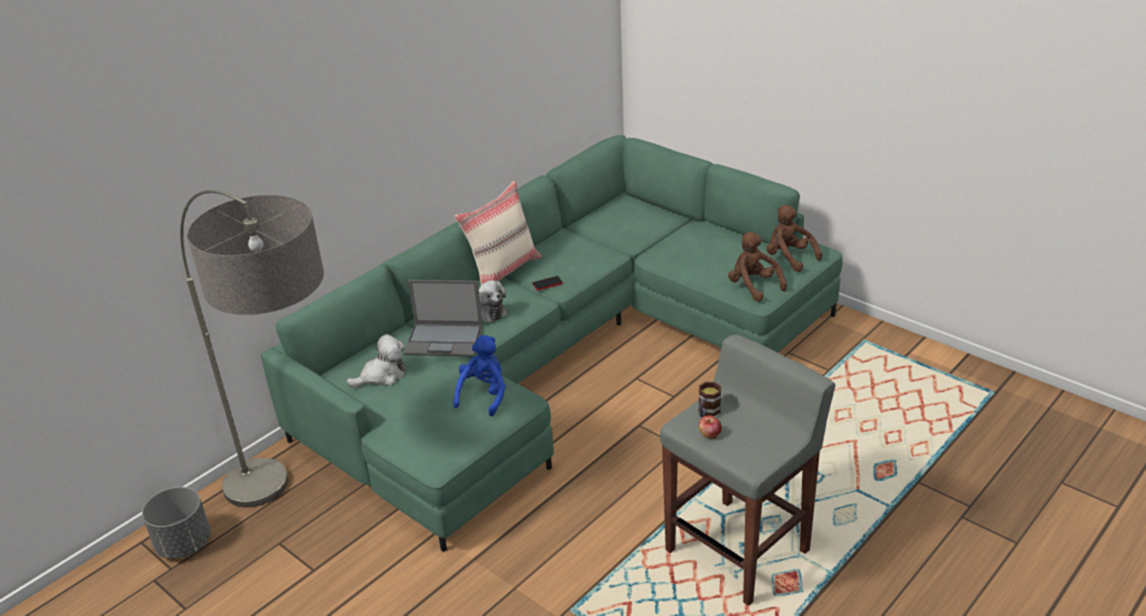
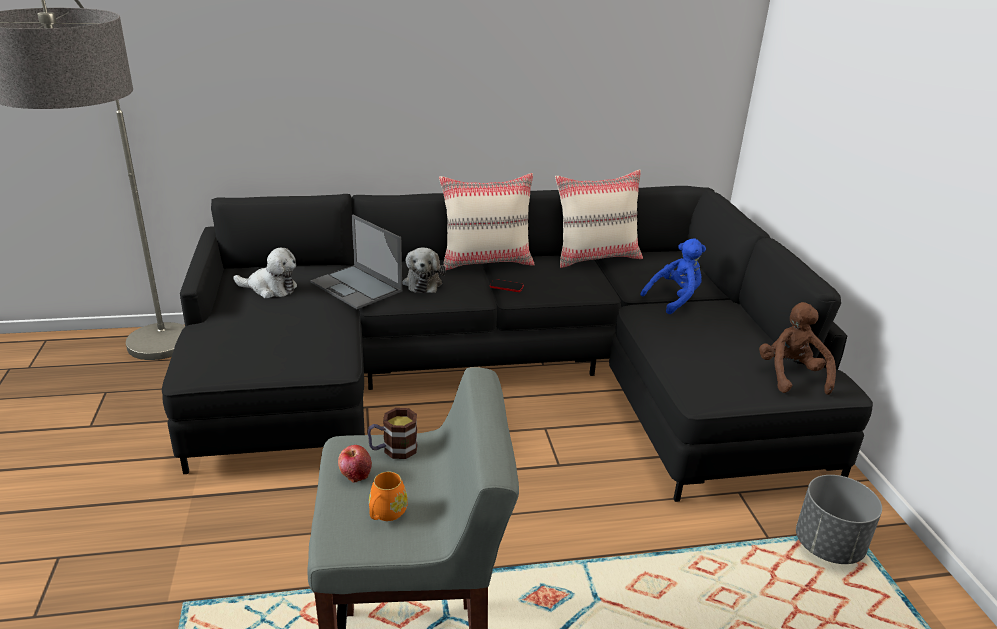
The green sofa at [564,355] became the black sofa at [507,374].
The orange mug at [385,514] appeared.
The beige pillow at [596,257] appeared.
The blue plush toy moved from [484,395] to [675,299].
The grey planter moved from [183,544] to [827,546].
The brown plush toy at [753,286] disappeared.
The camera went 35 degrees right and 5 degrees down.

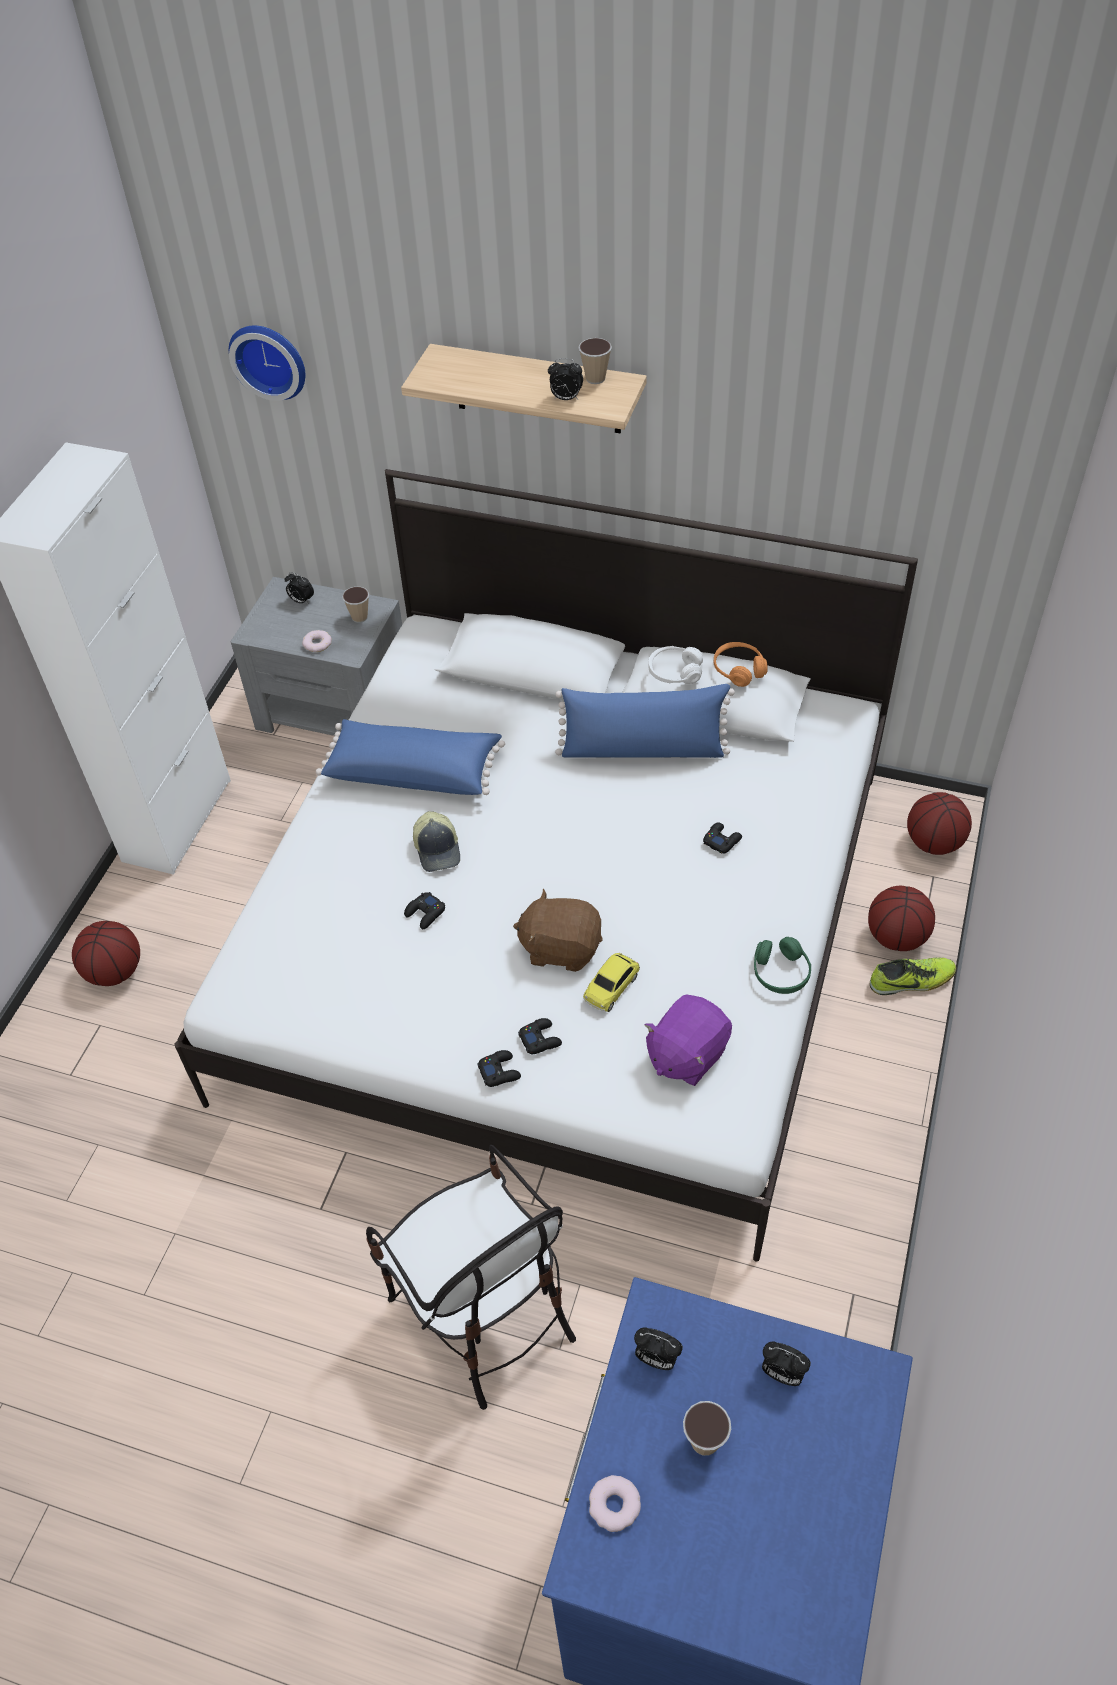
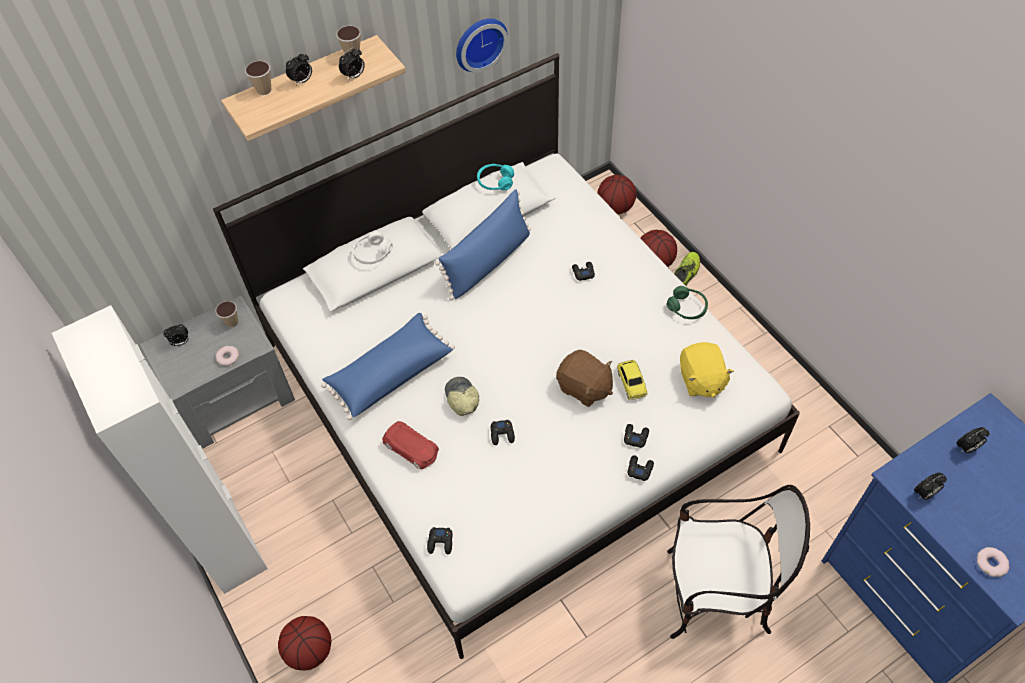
The cup moved from [704,1441] to [264,90].
The alarm clock at [302,81] appeared.
The white headphones moved from [675,672] to [372,253].
The red toy car at [412,448] appeared.
The black game controller at [440,542] appeared.
The cap at [438,849] turned 135 degrees counterclockwise.
The wall clock moved from [270,359] to [479,42].
The orange headphones at [739,670] became the turquoise headphones at [495,182].
The brown plush toy at [561,947] turned 105 degrees counterclockwise.
The purple plush toy at [686,1054] became the yellow plush toy at [701,380].
The camera went 50 degrees left and 5 degrees up.

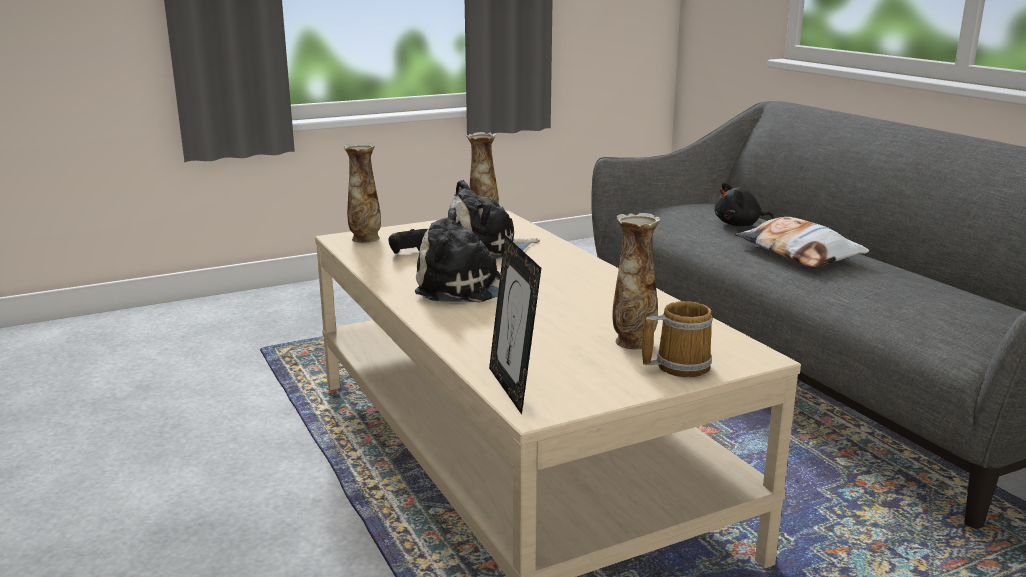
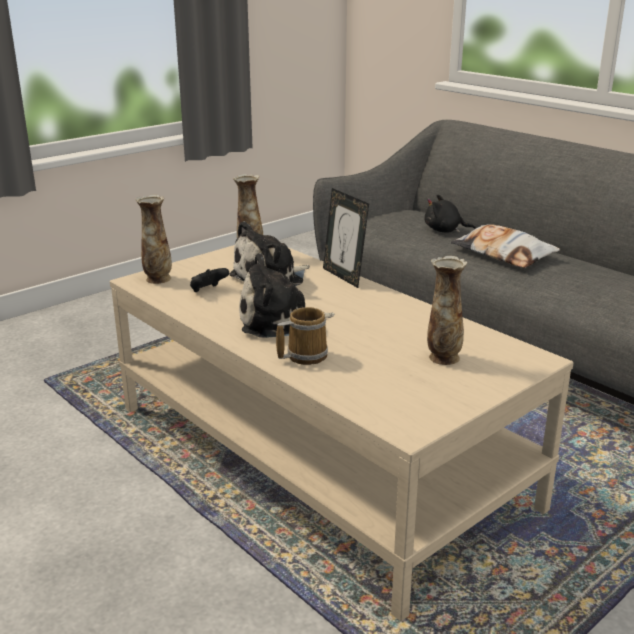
The mug moved from [678,365] to [304,355].
The picture frame moved from [513,389] to [344,276].
The black plush toy at [739,225] turned 45 degrees clockwise.
The camera went 15 degrees left and 5 degrees up.

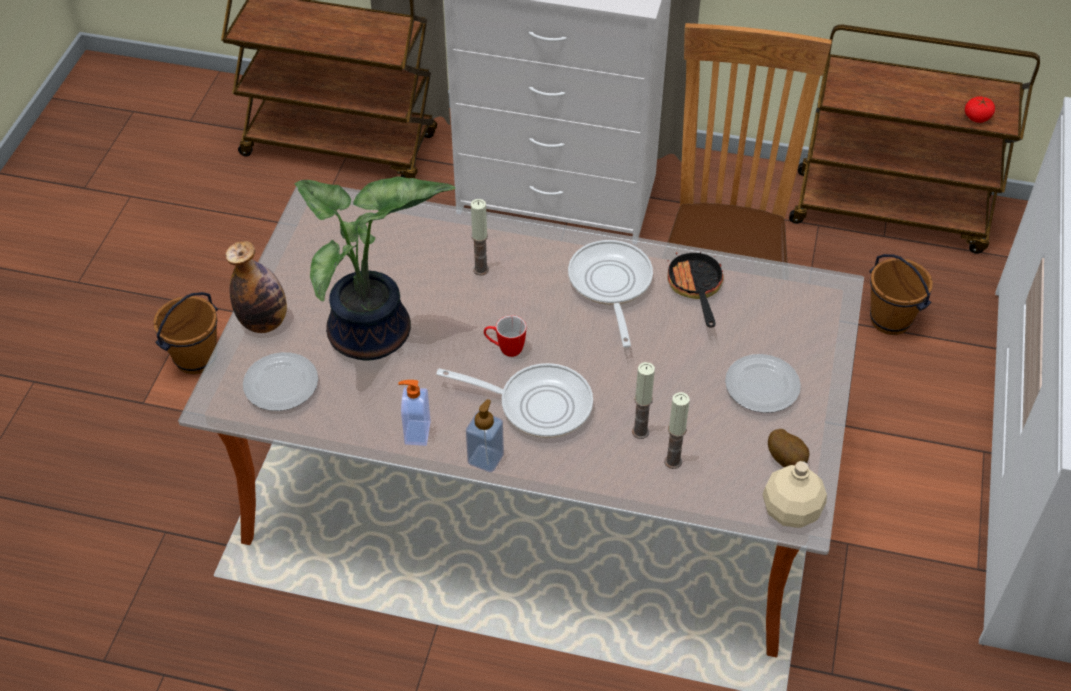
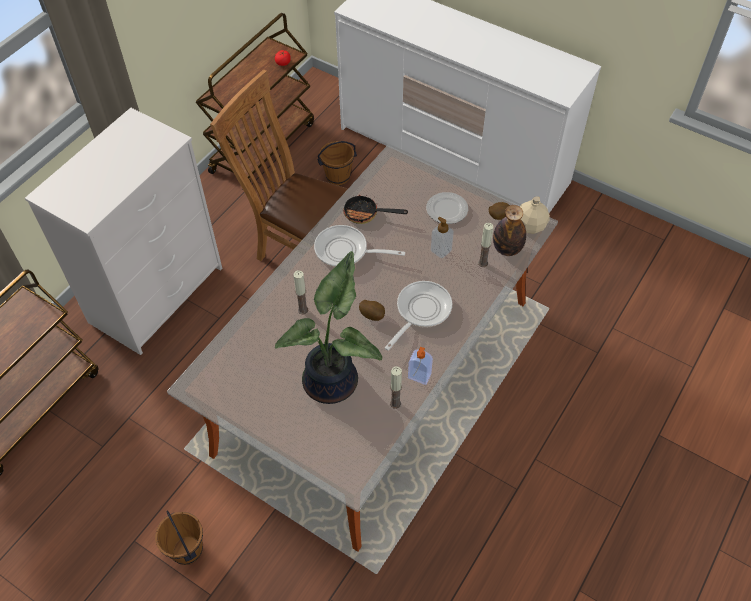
The mug at [505,349] was replaced by the potato at [372,315].
The candle moved from [640,432] to [395,403].
The soap dispenser moved from [485,458] to [441,250].
The bottle moved from [264,322] to [507,249].
The plate at [281,384] disappeared.
The camera went 70 degrees left and 5 degrees up.

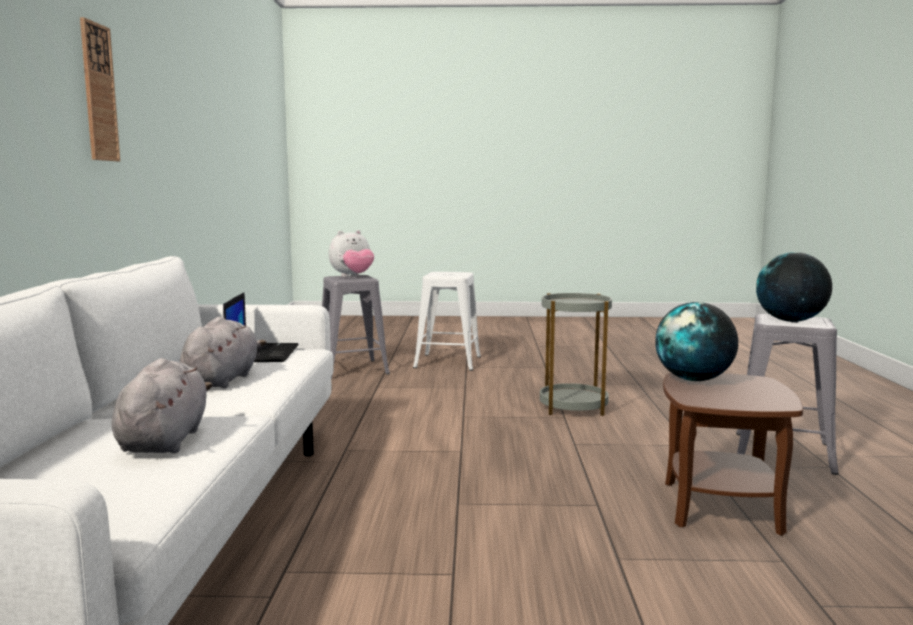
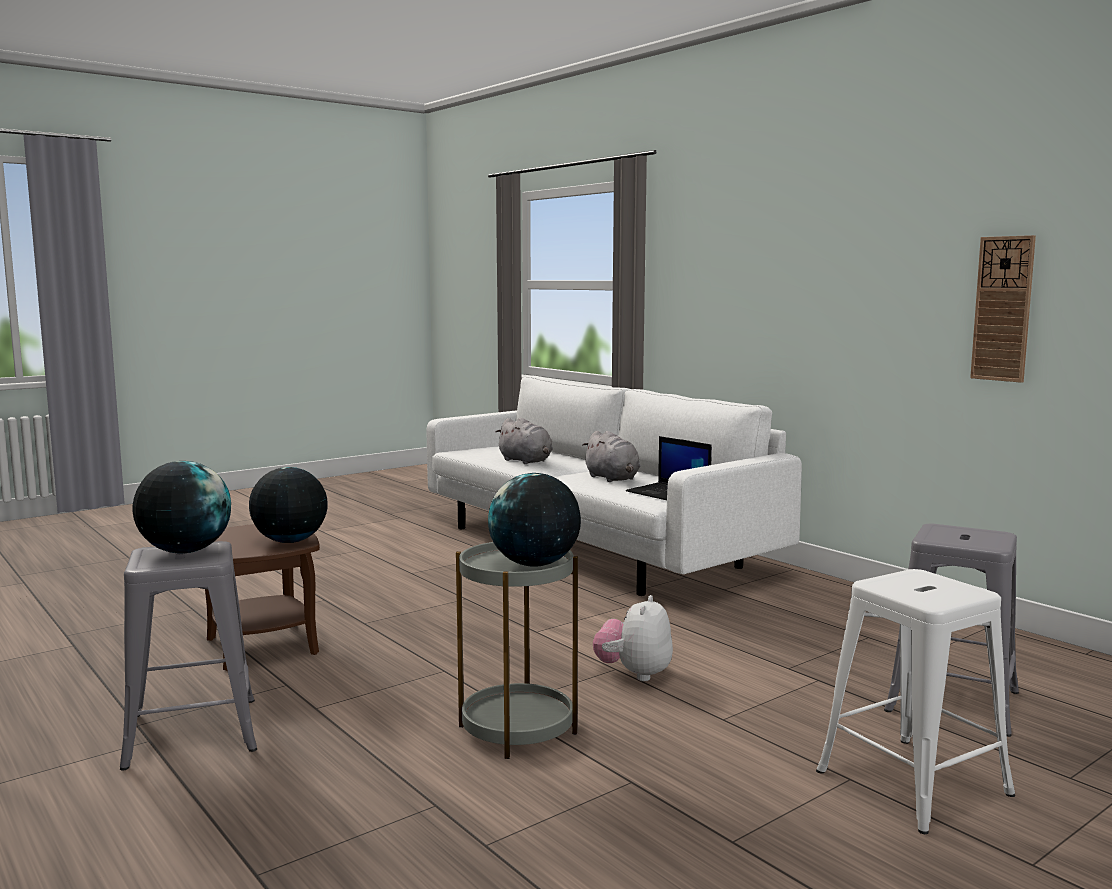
The globe at [535,564] appeared.
The plush toy moved from [352,277] to [634,674].
The wall clock moved from [99,92] to [1003,309].
The camera went 140 degrees right and 0 degrees up.

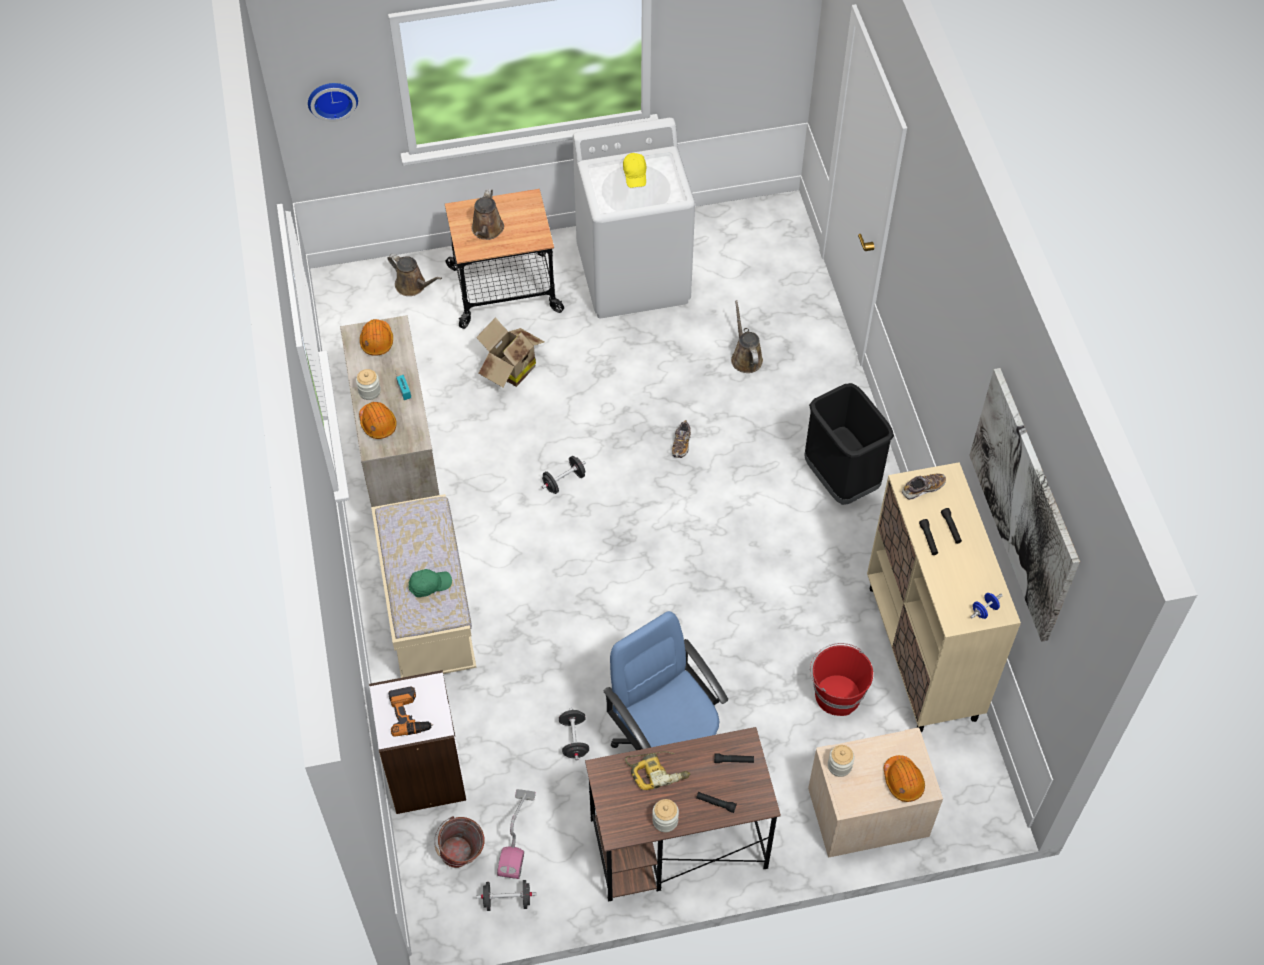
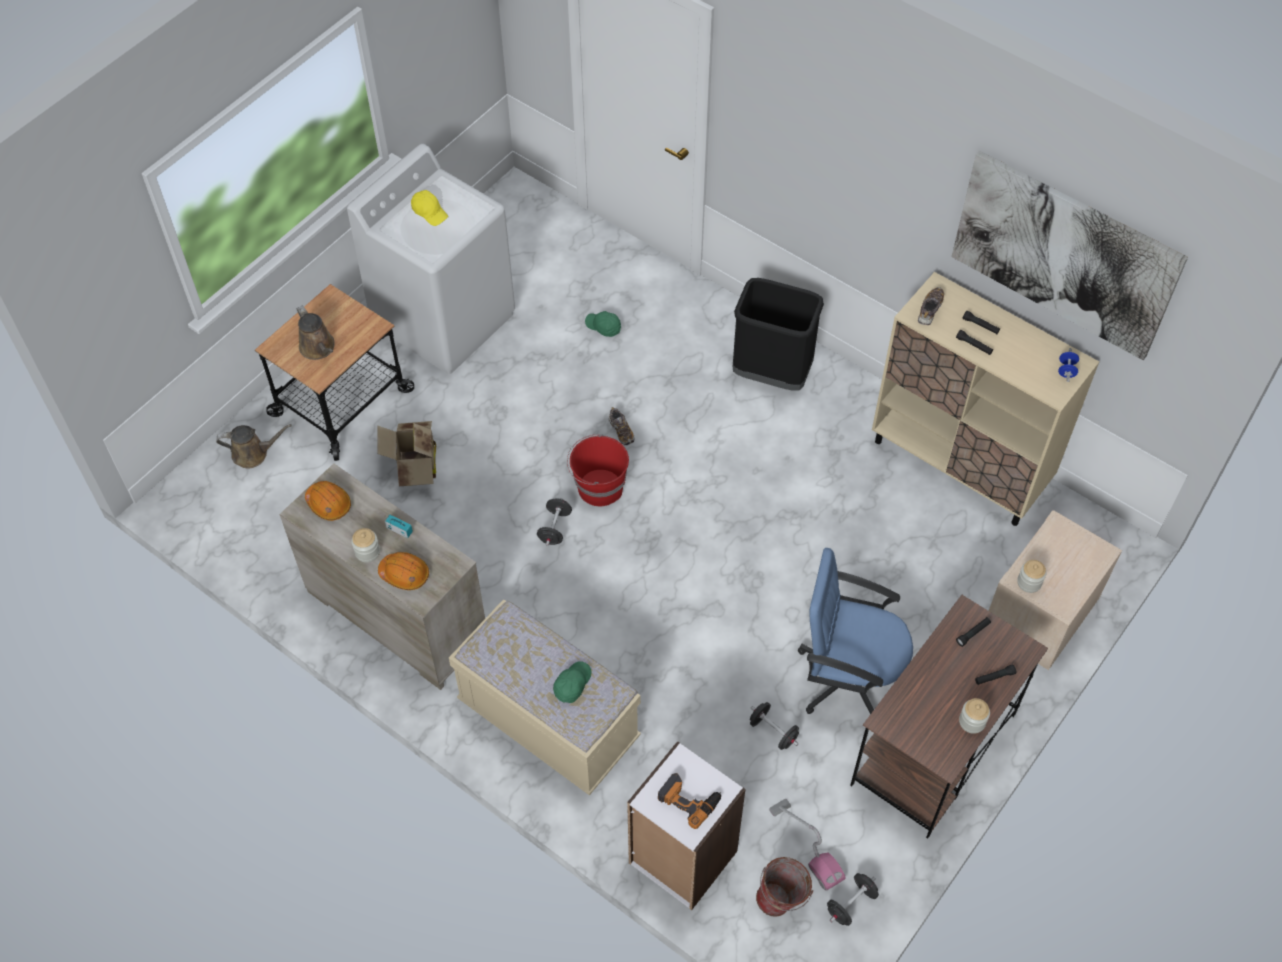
The red bucket moved from [836,694] to [599,487].
The brown watering can at [745,357] was replaced by the green cap at [603,327].
The wall clock at [332,98] disappeared.
The power drill at [658,771] disappeared.
The orange hard hat at [903,781] disappeared.
The camera went 40 degrees left and 0 degrees up.

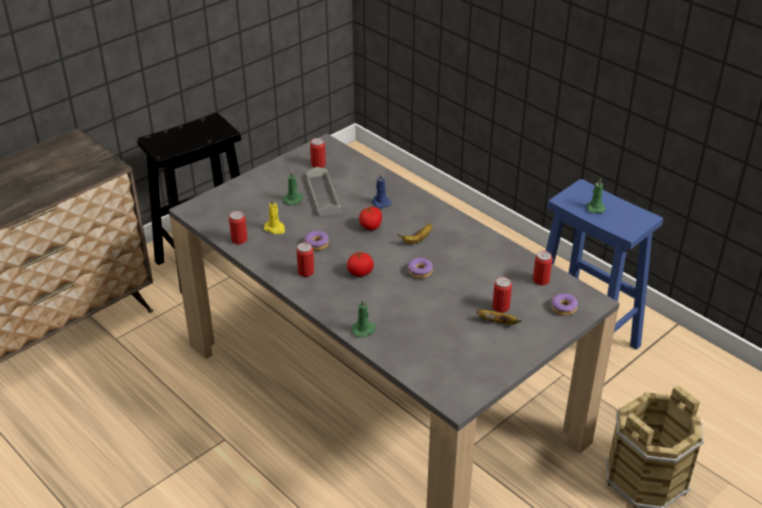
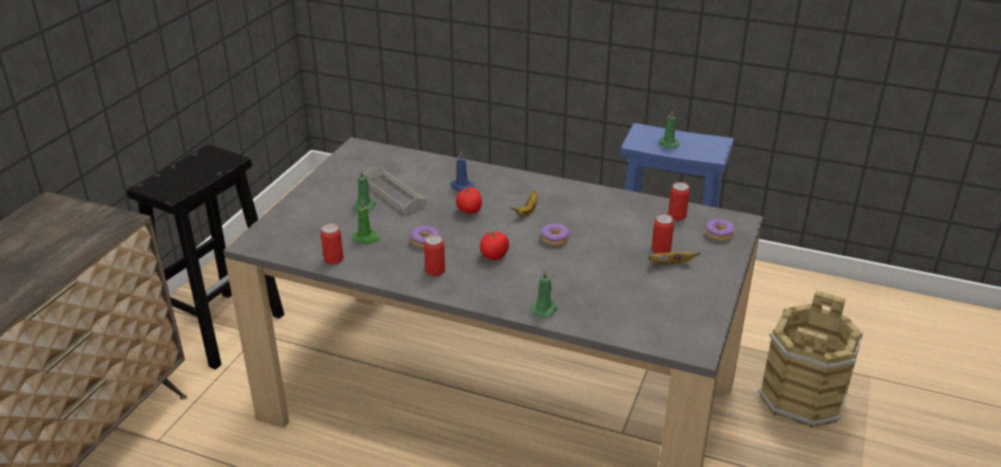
The yellow candle at [275,229] became the green candle at [366,238].
The can at [318,165] disappeared.
The camera went 25 degrees left and 5 degrees down.

